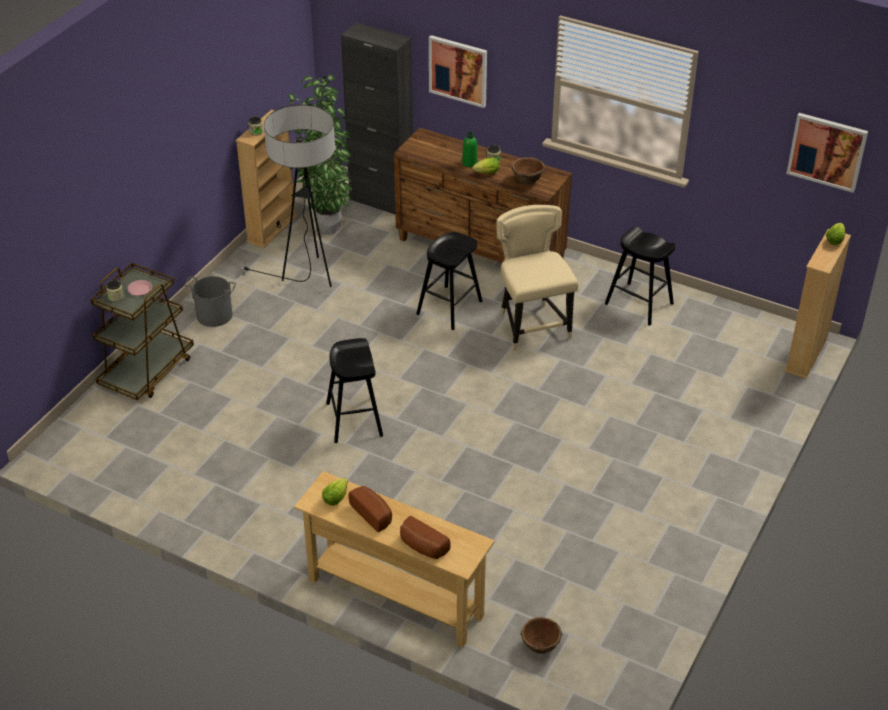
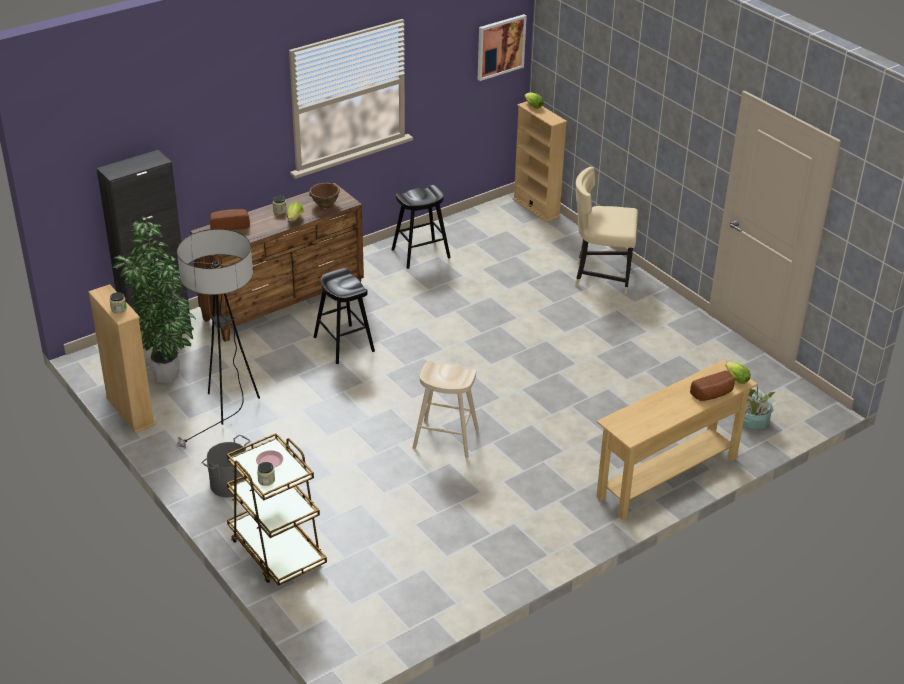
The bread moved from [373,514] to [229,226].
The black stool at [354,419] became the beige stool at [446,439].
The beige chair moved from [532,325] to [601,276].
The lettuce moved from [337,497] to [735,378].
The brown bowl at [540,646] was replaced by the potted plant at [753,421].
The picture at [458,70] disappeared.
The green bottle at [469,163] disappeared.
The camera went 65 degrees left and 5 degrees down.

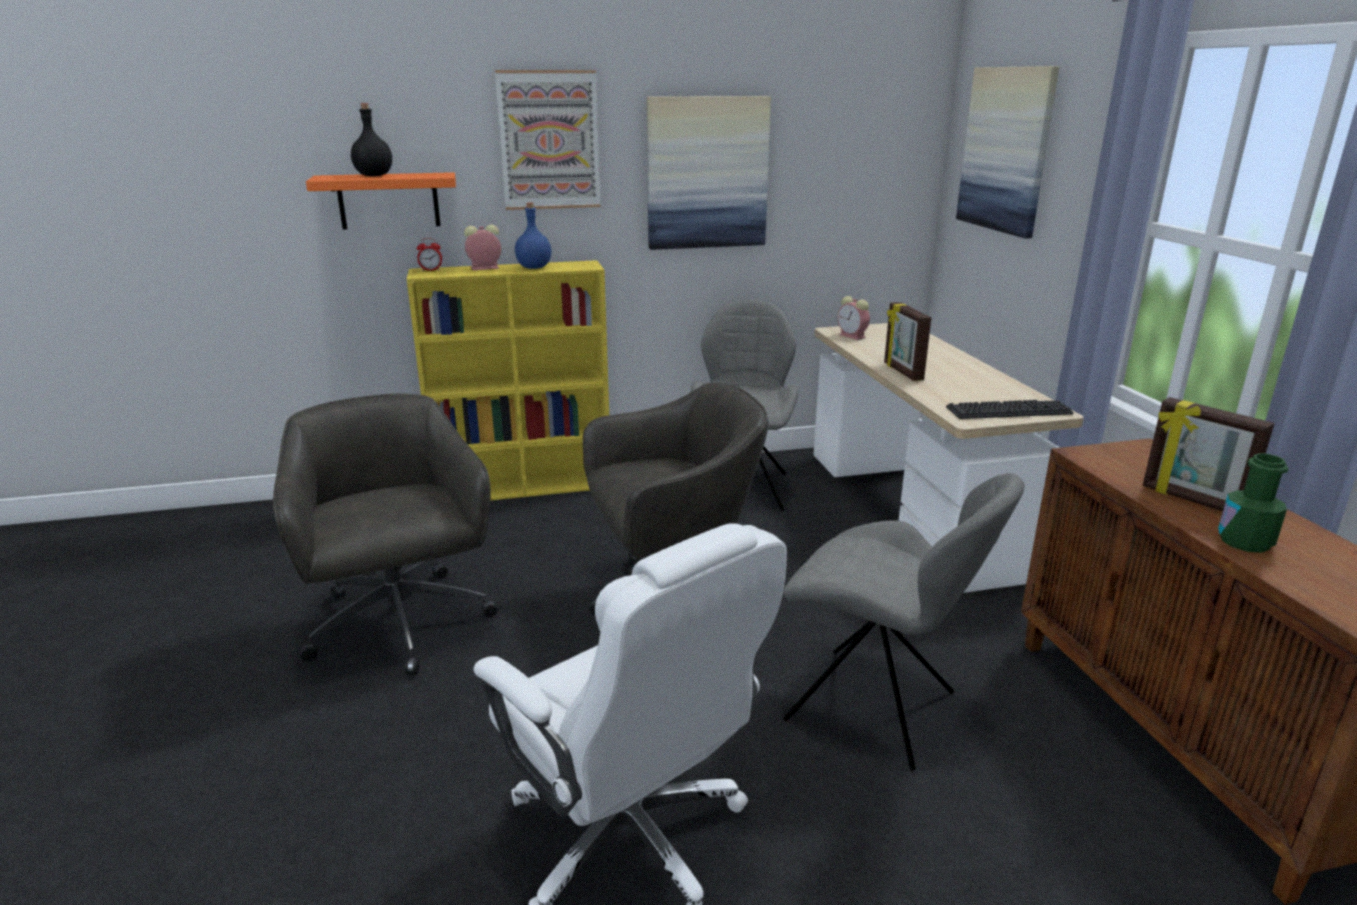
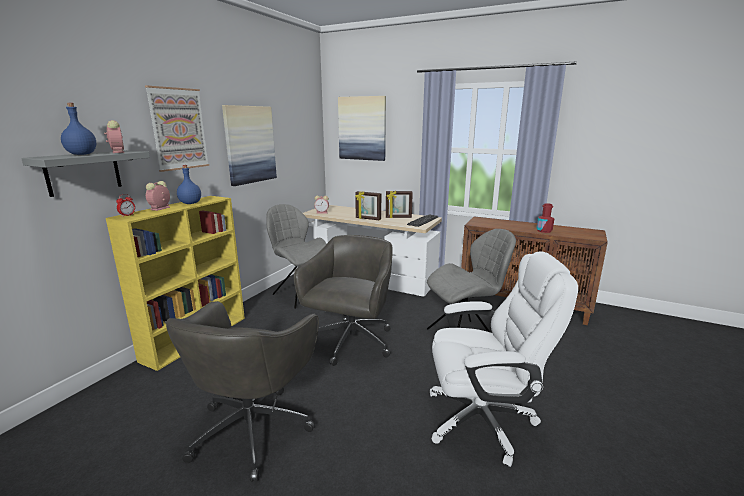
The orange shelf at [388,201] became the grey shelf at [83,172].
The black bottle at [373,175] became the blue bottle at [81,154].
The alarm clock at [117,152] appeared.
The grey office chair at [400,625] turned 90 degrees counterclockwise.
The picture frame moved from [1192,500] to [398,217].
The green bottle at [1244,542] became the red bottle at [544,231].
The camera went 50 degrees left and 5 degrees down.

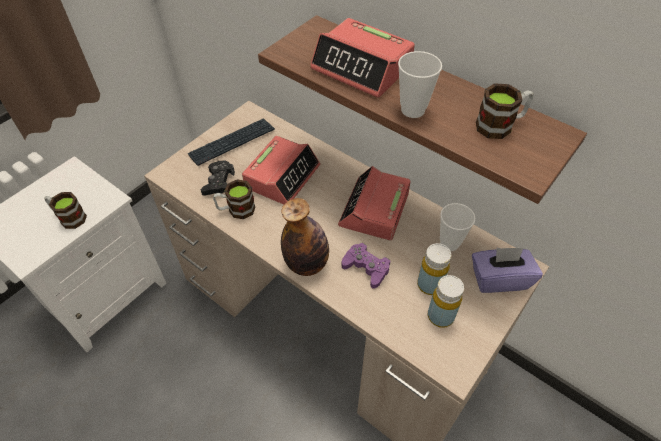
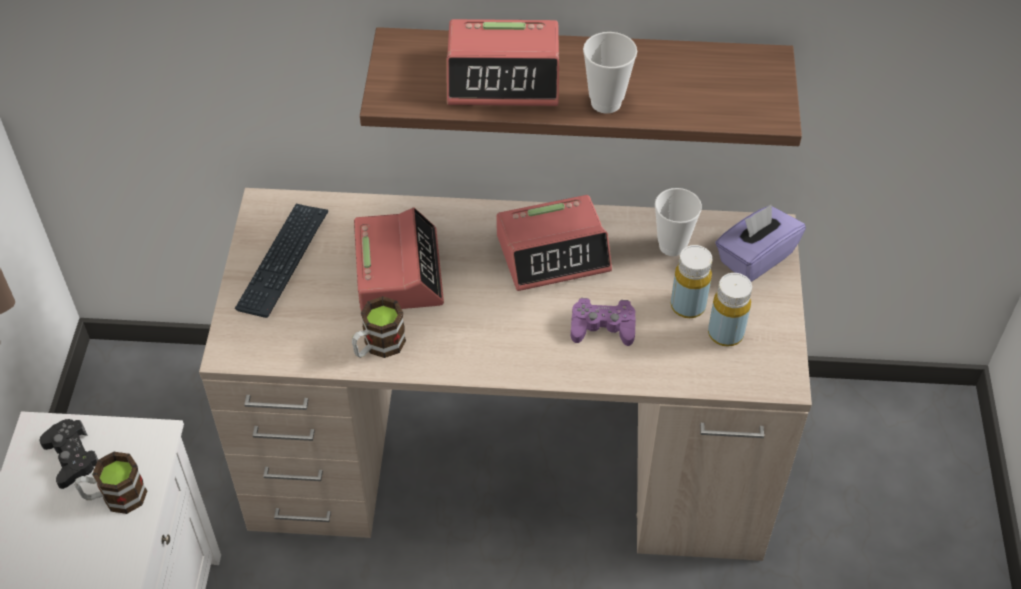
The black game controller moved from [218,182] to [72,457].
The alarm clock at [374,210] turned 90 degrees counterclockwise.
The bottle at [306,264] disappeared.
The mug at [500,125] disappeared.
The camera went 35 degrees left and 0 degrees up.

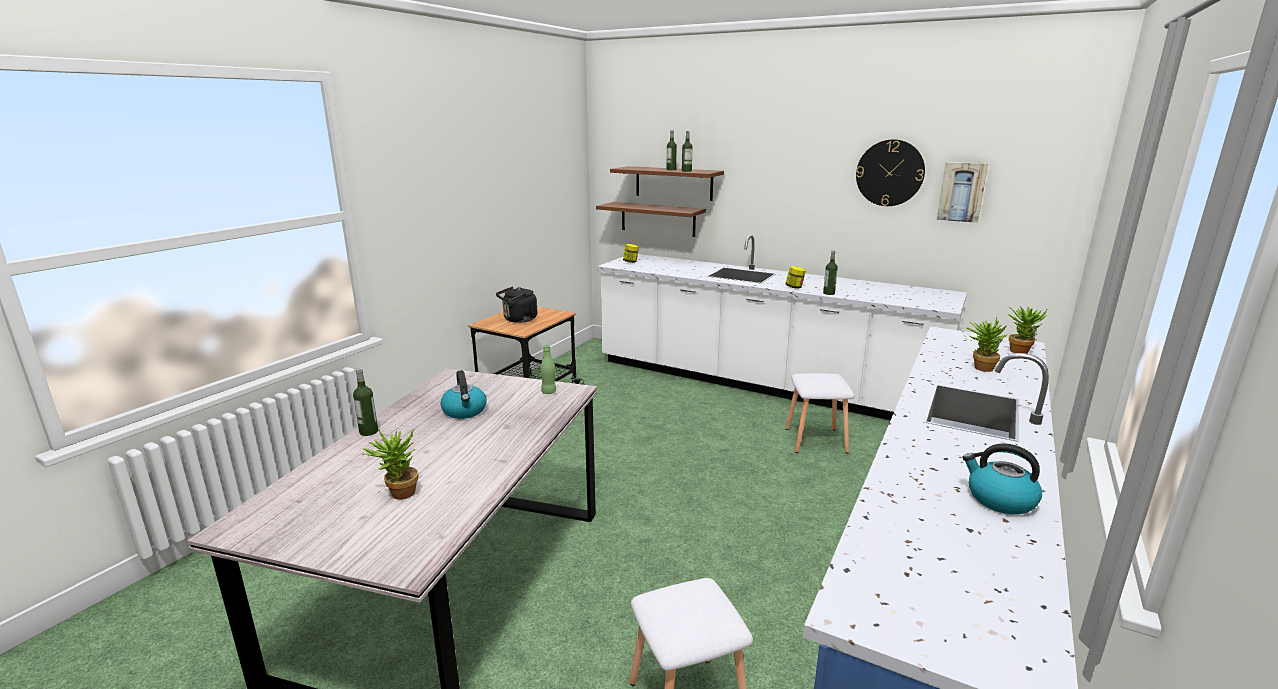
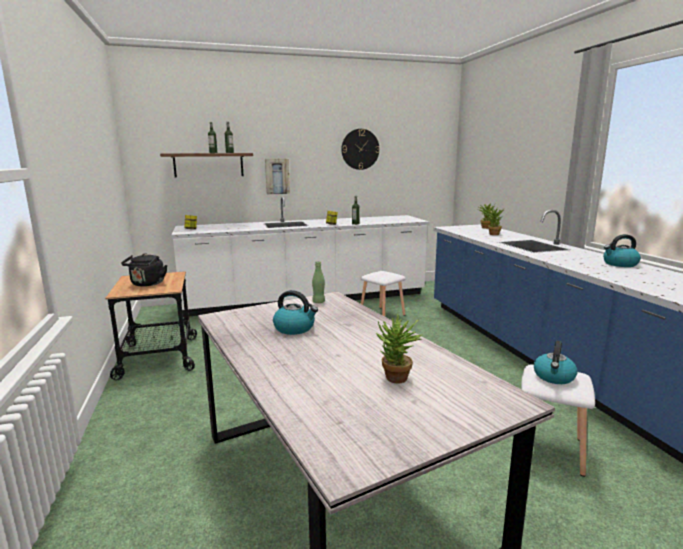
The picture moved from [962,192] to [277,176].
The kettle at [554,377] appeared.
The bottle at [369,432] disappeared.
The brown shelf at [658,219] disappeared.
The camera went 45 degrees left and 5 degrees down.

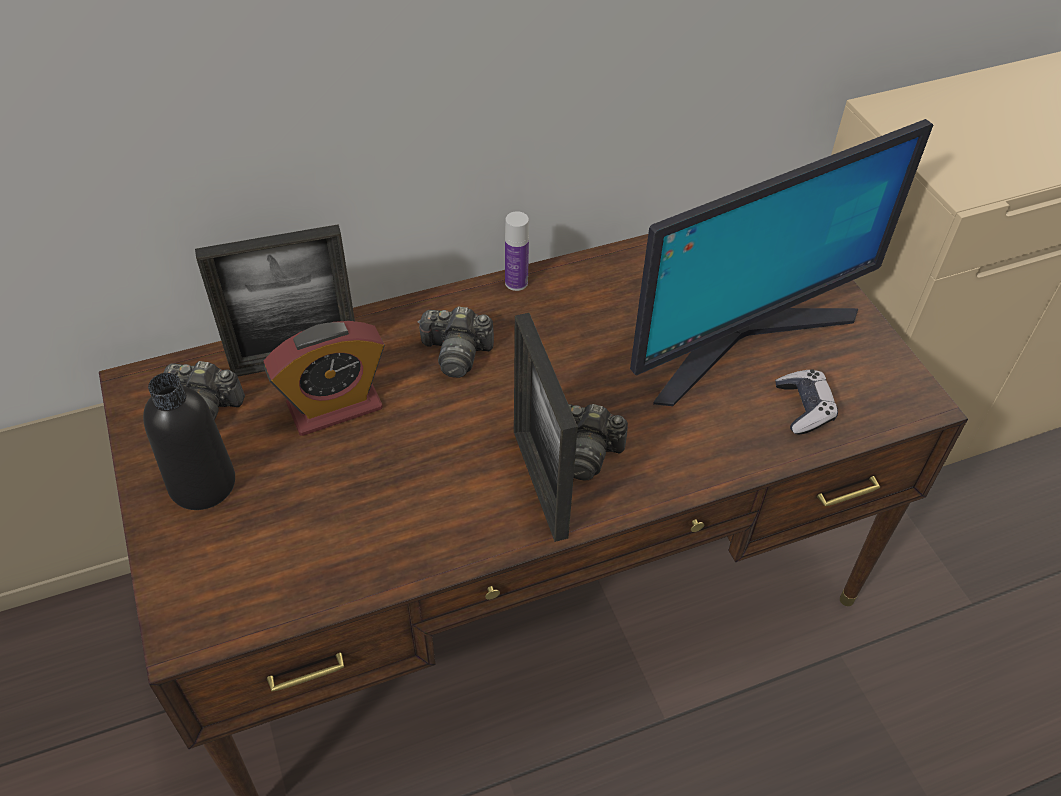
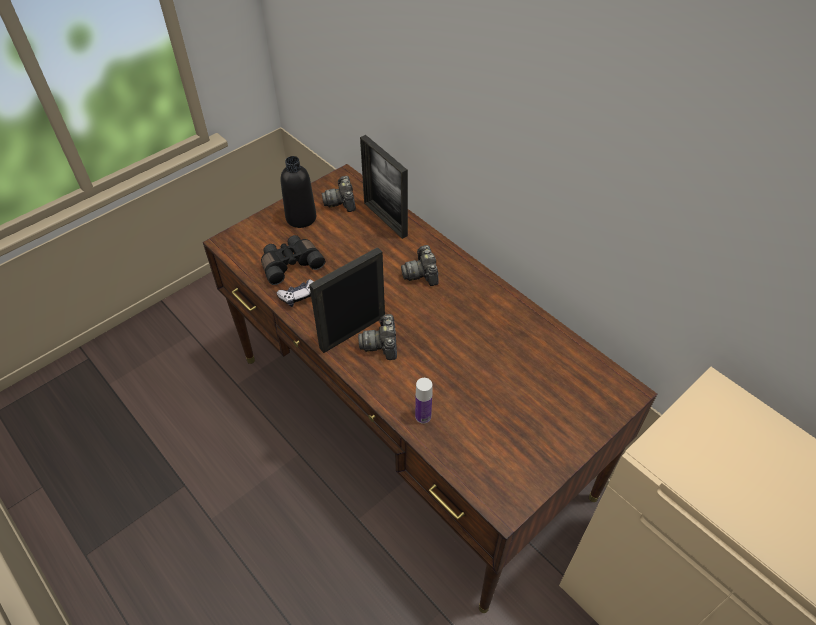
The black binoculars at [290,264] appeared.
The game controller moved from [804,408] to [299,296].
The bottle moved from [516,282] to [423,416].
The alarm clock at [335,407] disappeared.
The monitor at [743,338] disappeared.
The camera went 70 degrees right and 0 degrees up.

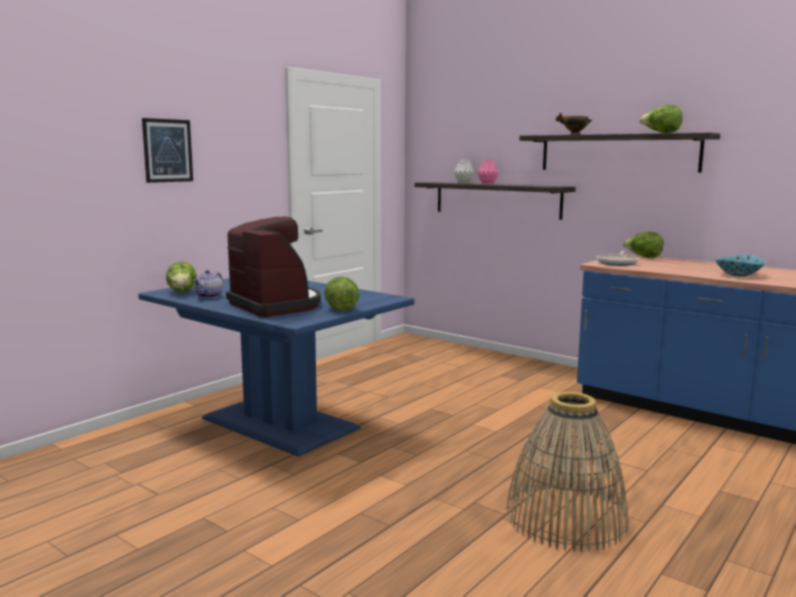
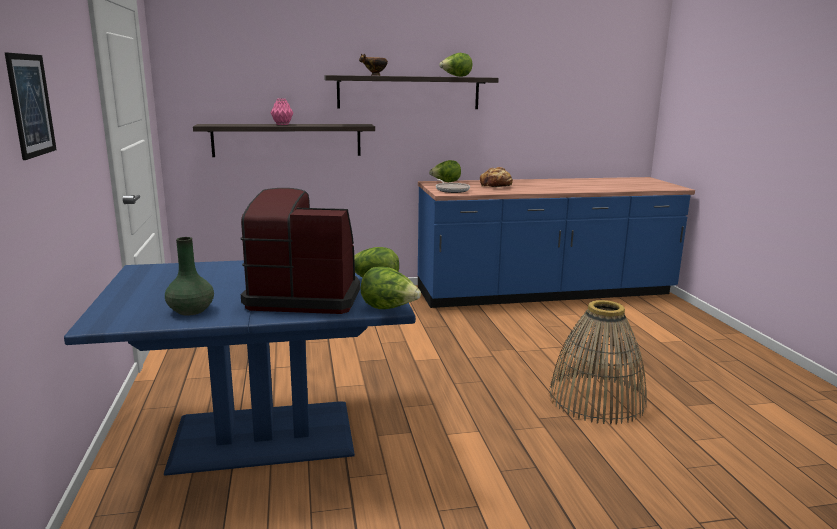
The teapot at [209,296] was replaced by the green vase at [191,310].
The lettuce moved from [182,292] to [389,308].
The bread at [496,186] appeared.
The grey vase at [463,183] disappeared.
The bowl at [739,275] disappeared.
The camera went 50 degrees left and 5 degrees up.

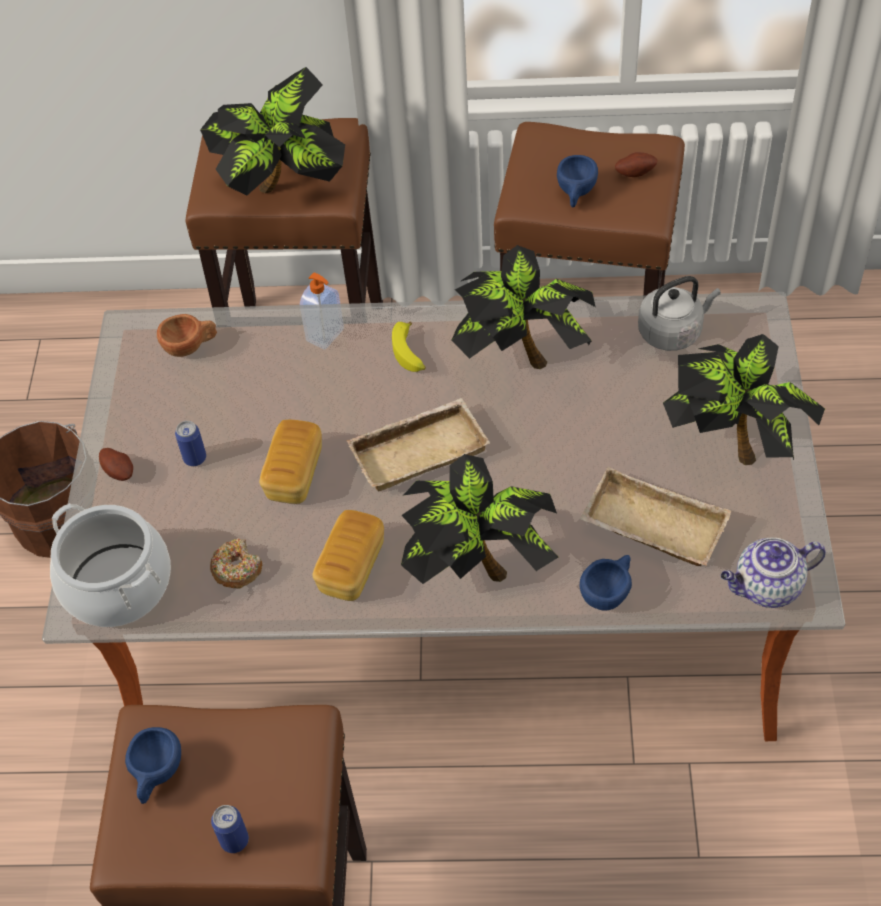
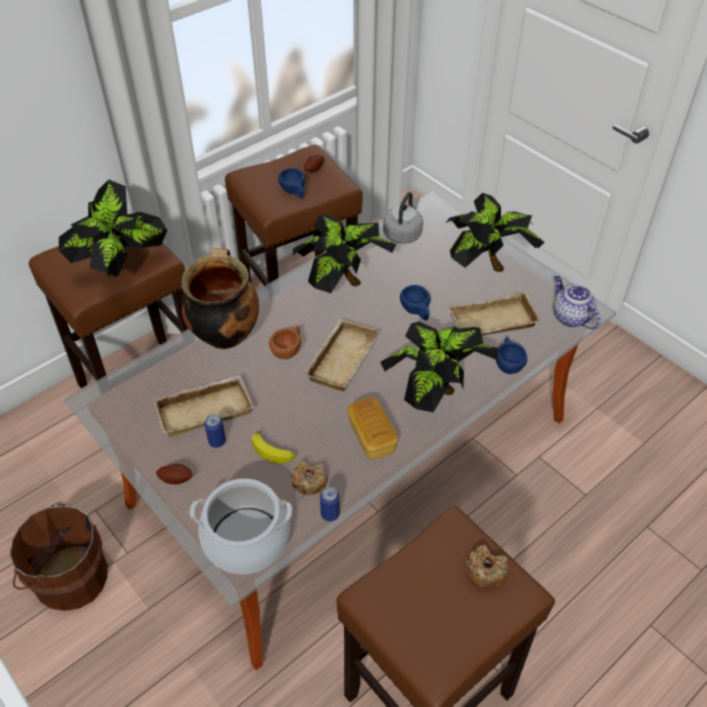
The beige tray at [205,408] appeared.
The soap dispenser at [326,335] was replaced by the cooking pot at [224,333].
The banana moved from [410,353] to [273,452].
The brown cup moved from [190,346] to [288,350].
The can moved from [234,840] to [330,514].
The blue cup moved from [156,775] to [416,312].
The donut at [485,570] appeared.
The teapot at [766,588] turned 120 degrees clockwise.
The bread at [294,474] disappeared.
The camera went 45 degrees left and 5 degrees down.

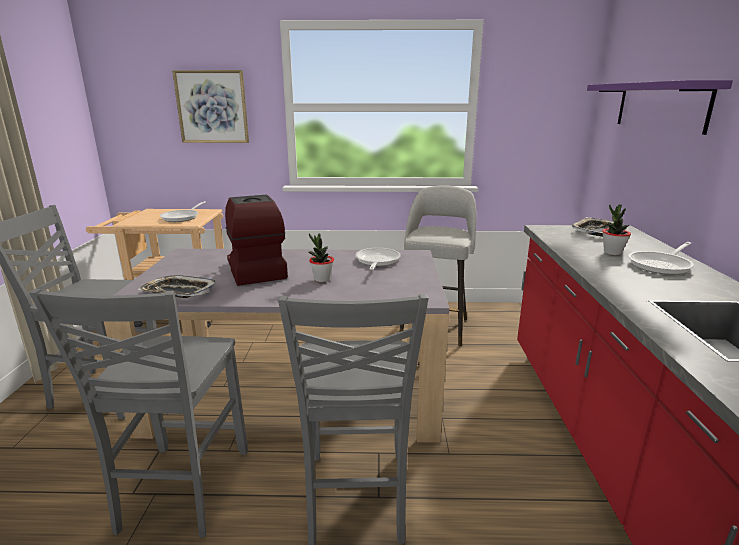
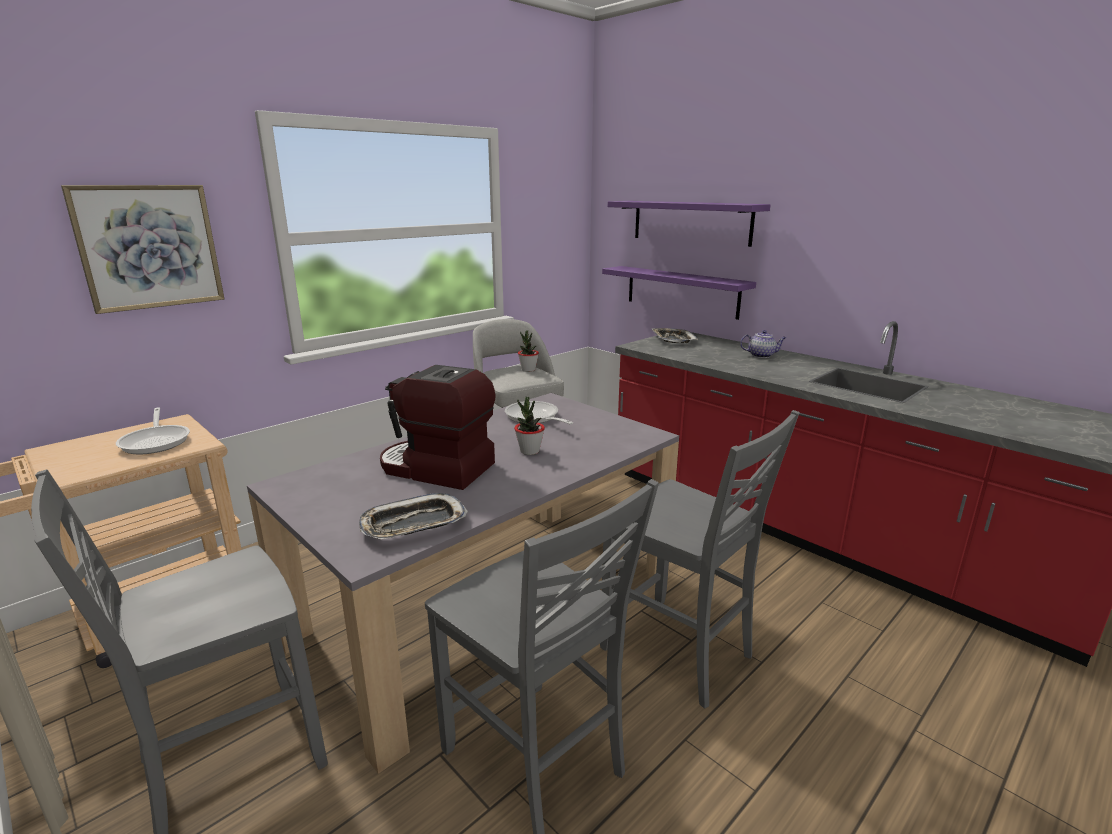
The potted plant moved from [612,253] to [528,370].
The purple shelf at [681,291] appeared.
The frying pan at [662,265] was replaced by the teapot at [761,355].
The camera went 45 degrees left and 0 degrees up.

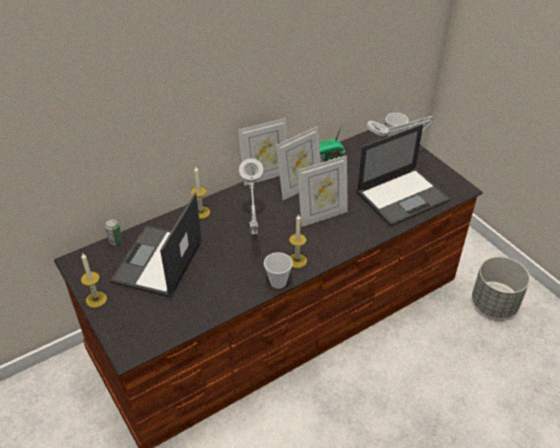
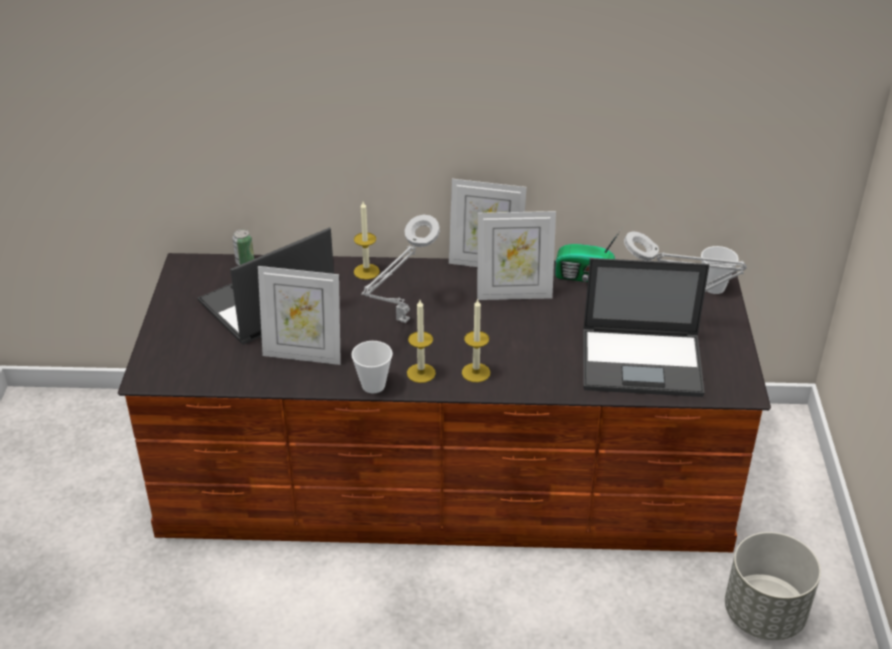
The picture frame moved from [322,216] to [303,354].
The candle moved from [96,299] to [476,372].
The camera went 35 degrees right and 5 degrees down.

